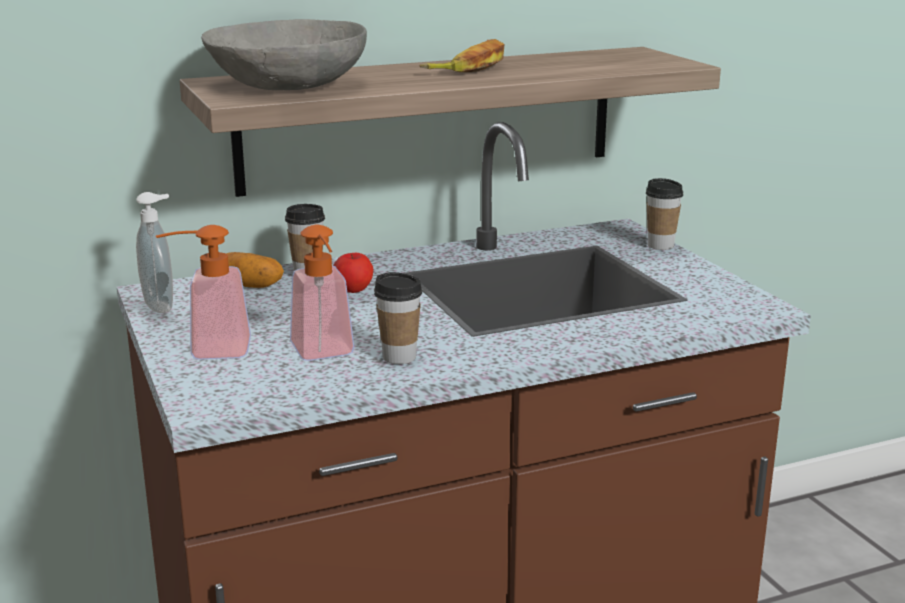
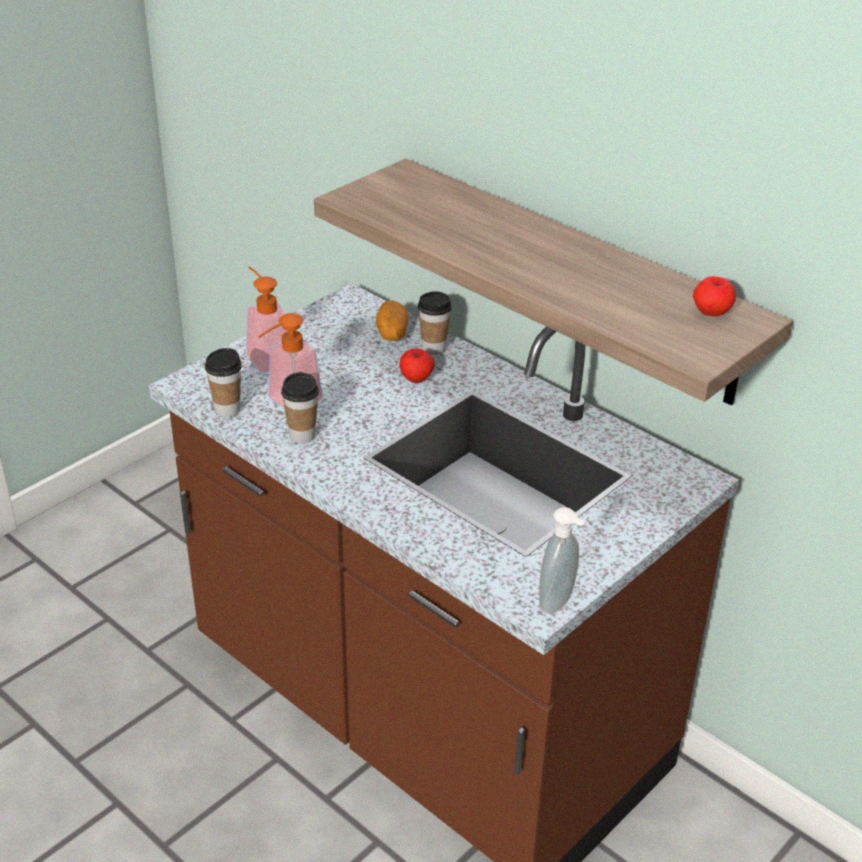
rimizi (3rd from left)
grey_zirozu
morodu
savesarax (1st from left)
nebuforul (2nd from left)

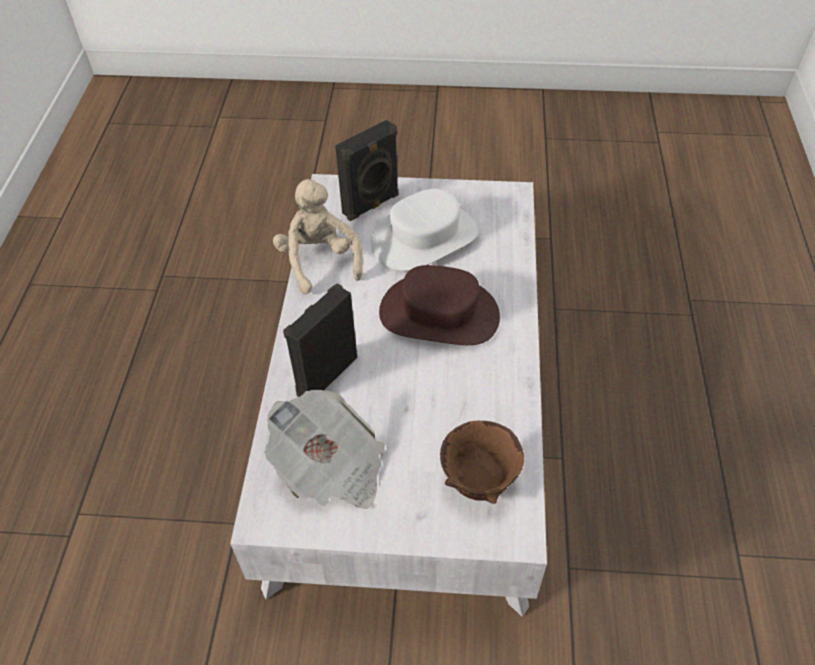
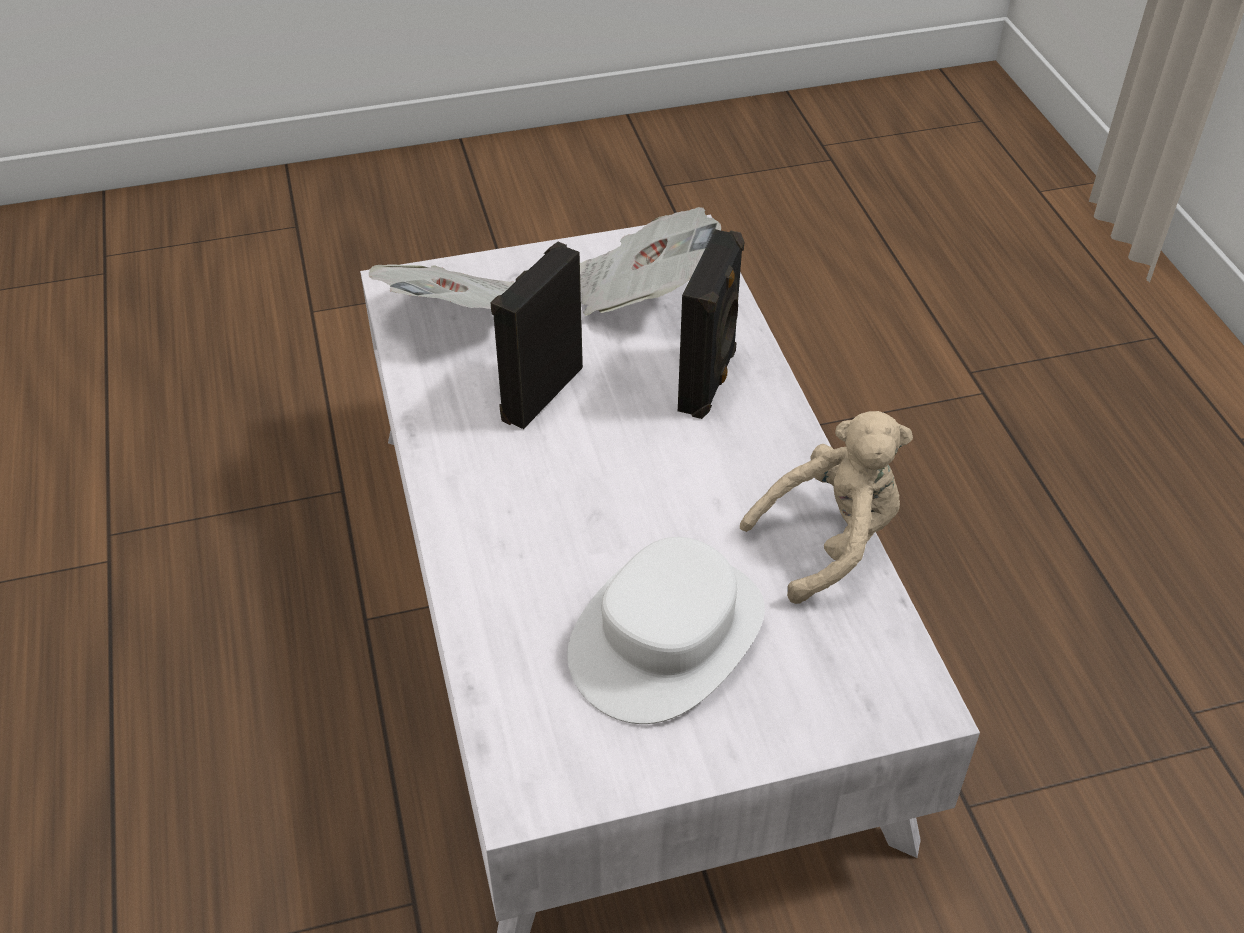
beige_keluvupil
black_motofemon (1st from left)
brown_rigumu
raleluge (1st from left)

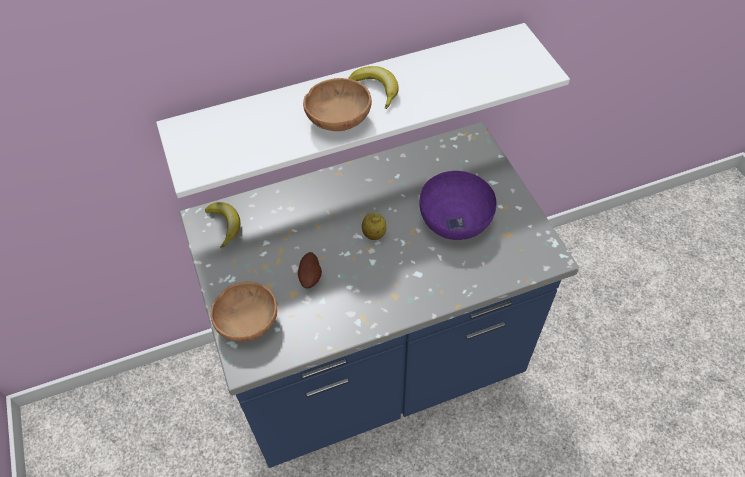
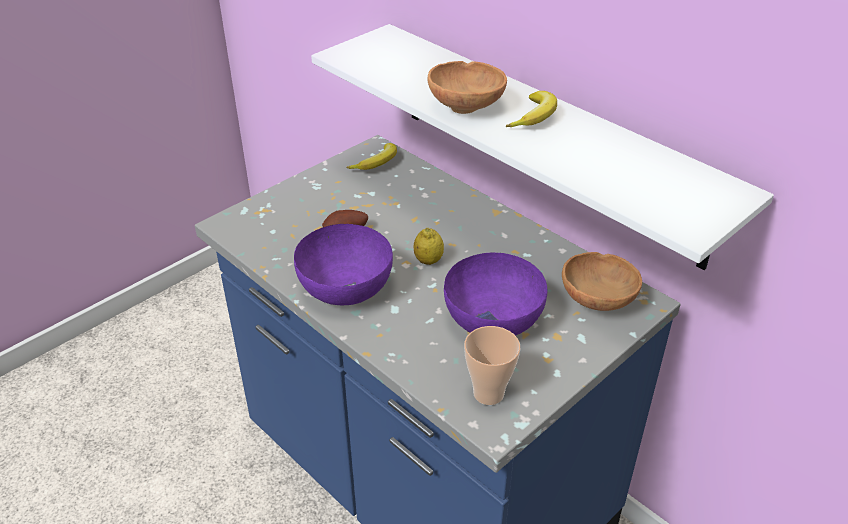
brown_zirozu (2nd from left)
purple_zirozu (1st from left)
savesarax

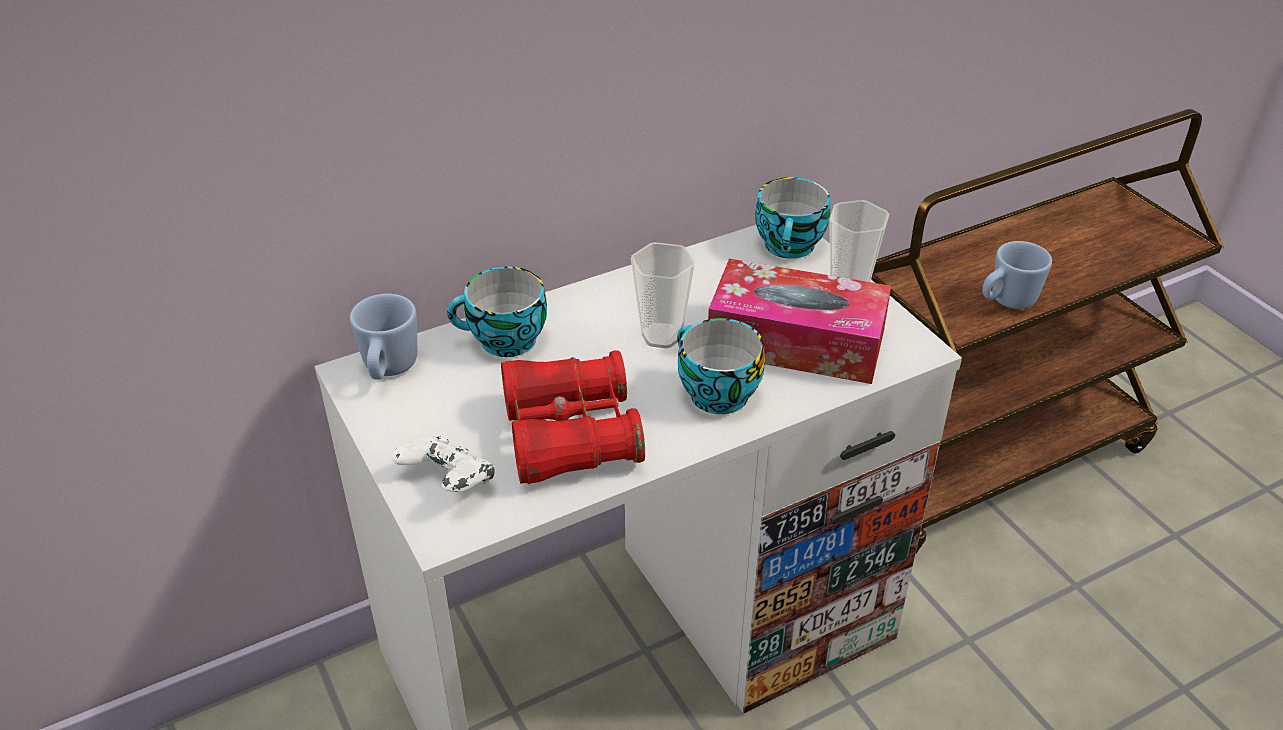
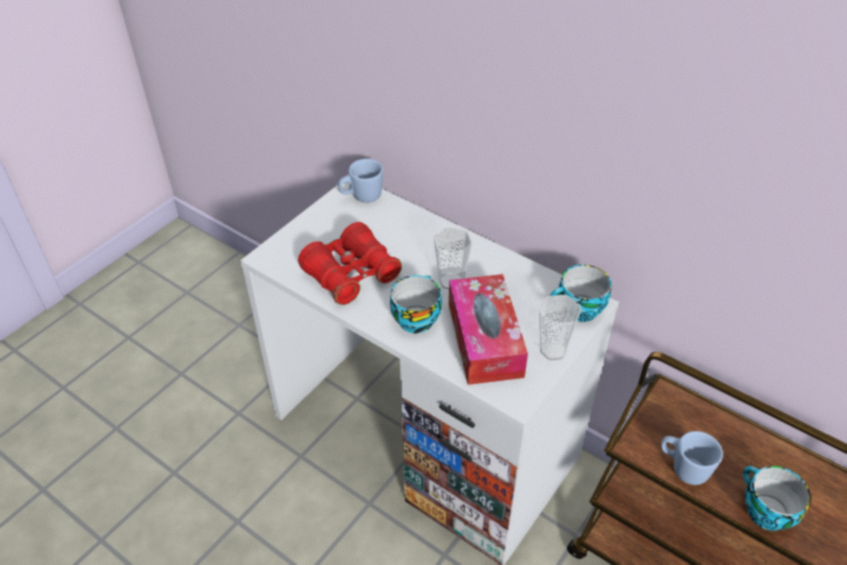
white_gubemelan
savesarax (5th from left)

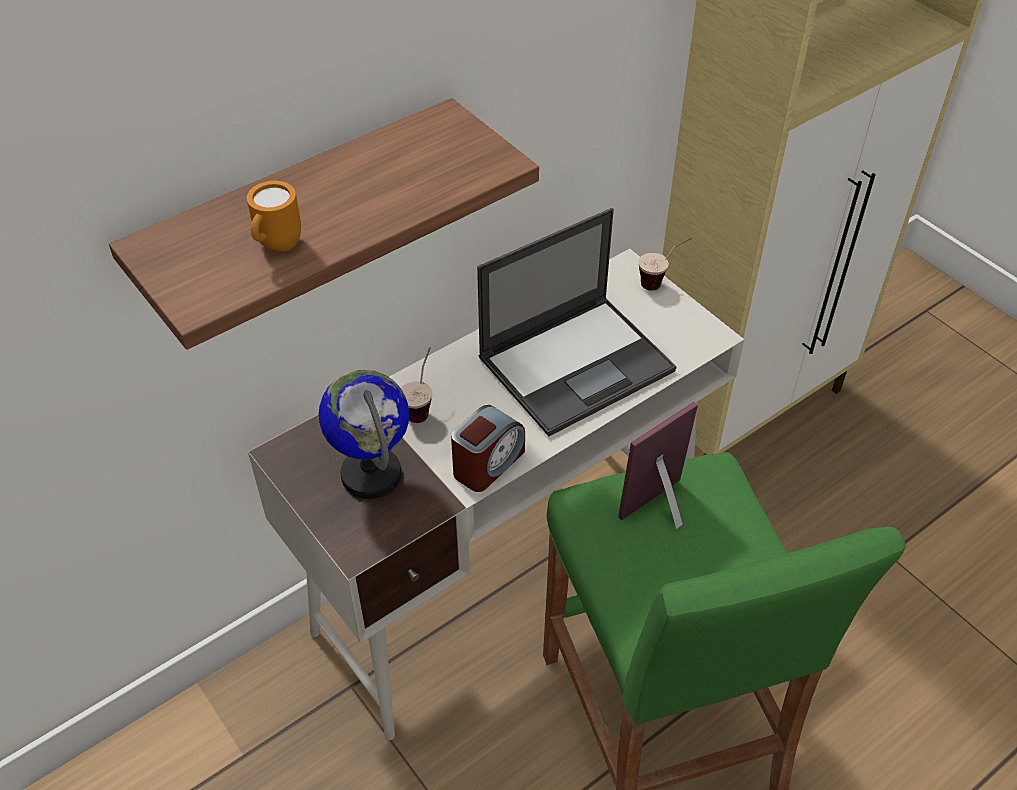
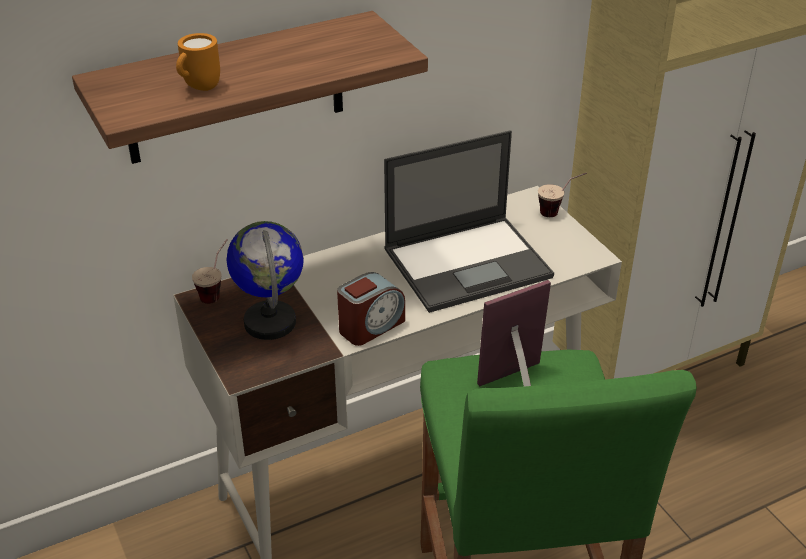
savesarax (1st from left)

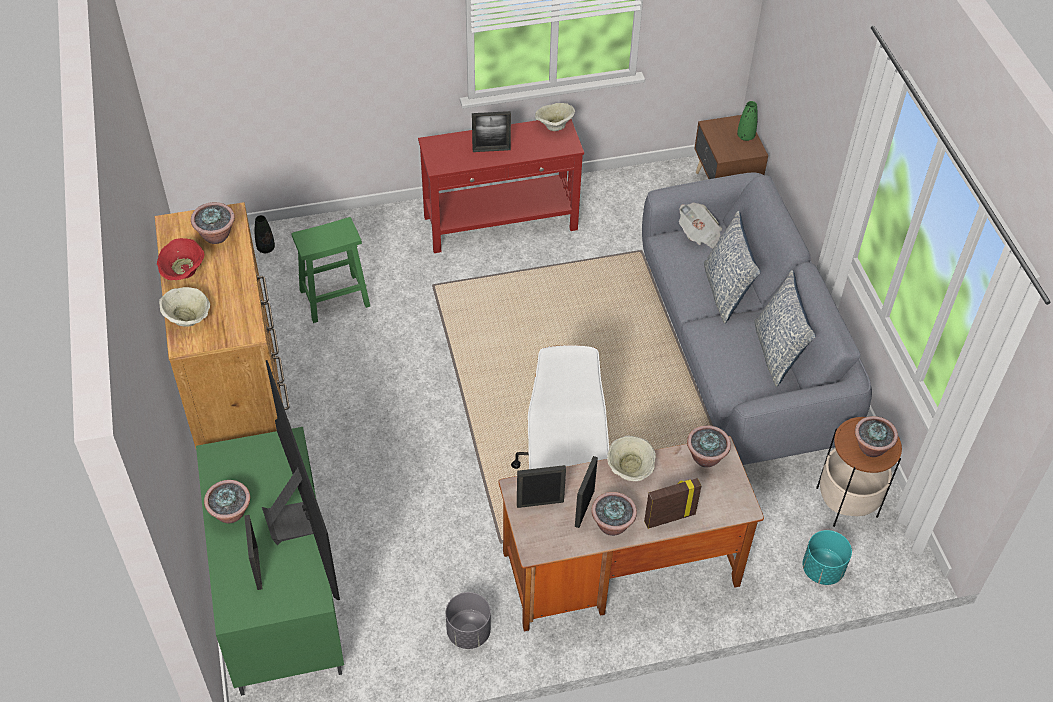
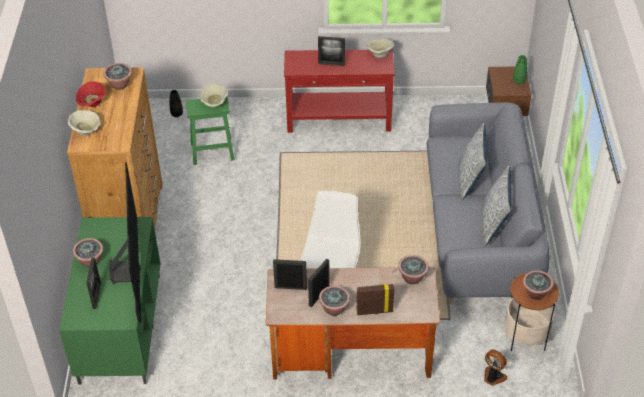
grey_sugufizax
beige_zirozu (2nd from left)
raleluge
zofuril

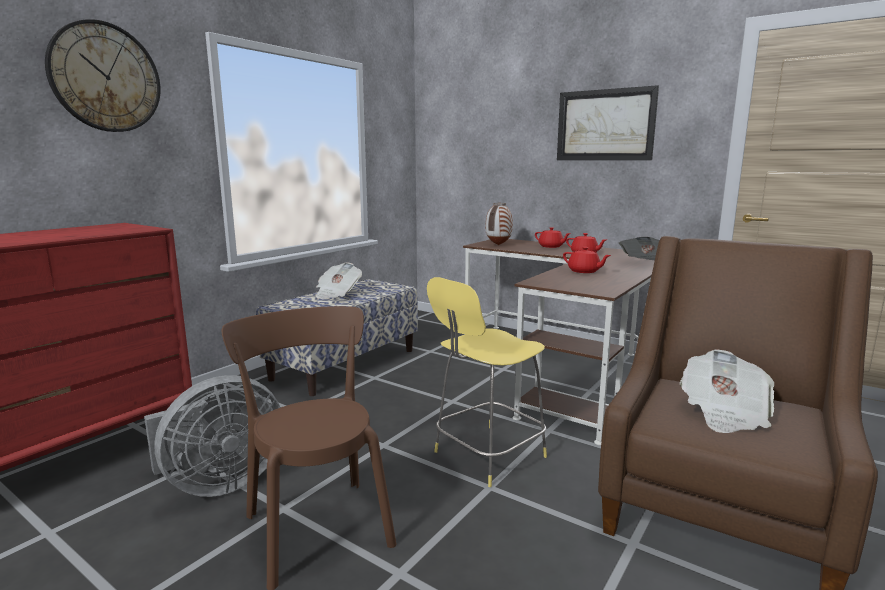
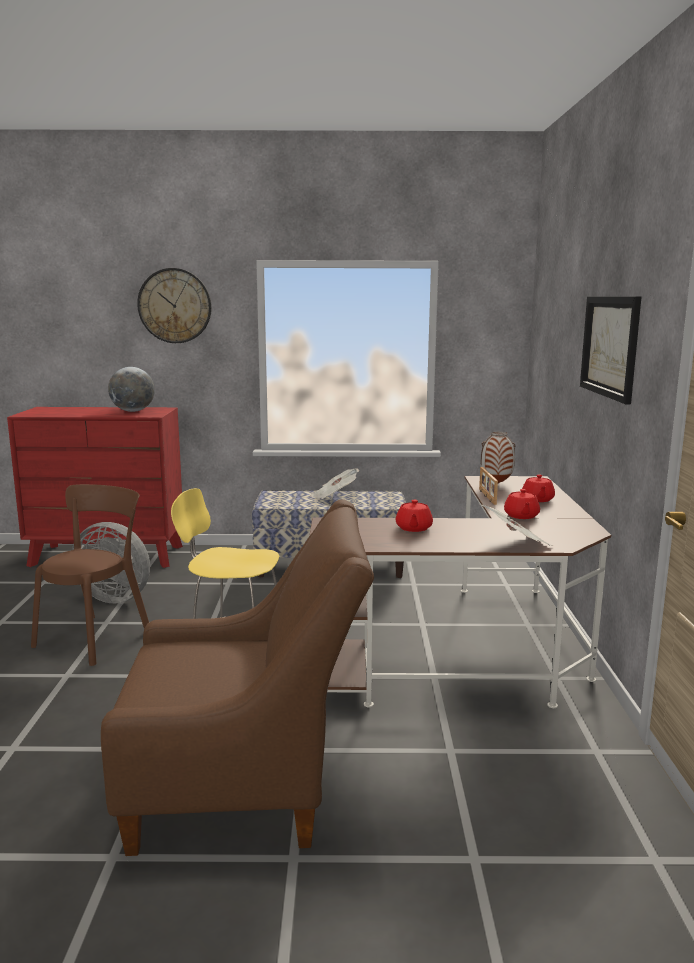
raleluge (3rd from left in the first image)
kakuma
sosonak

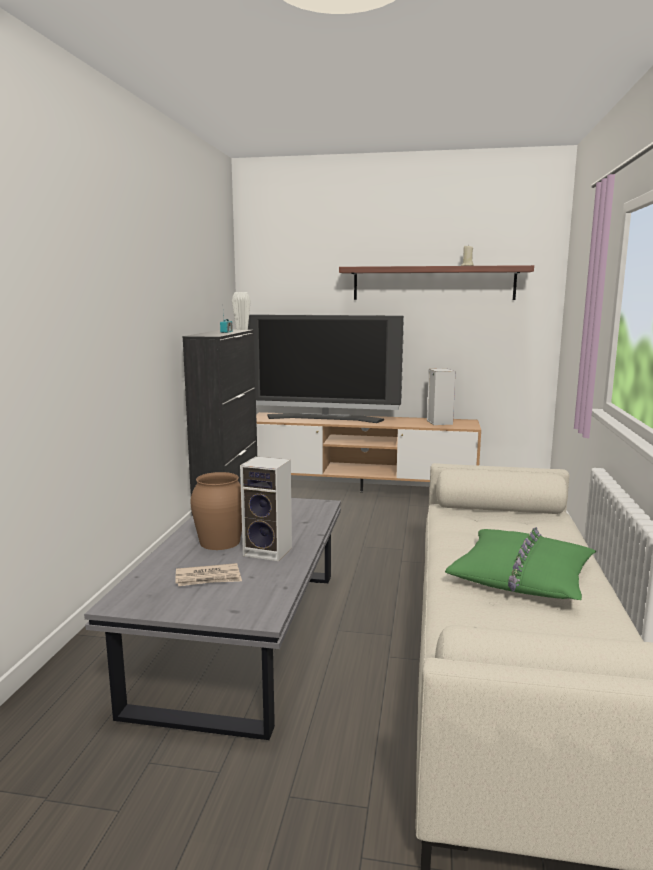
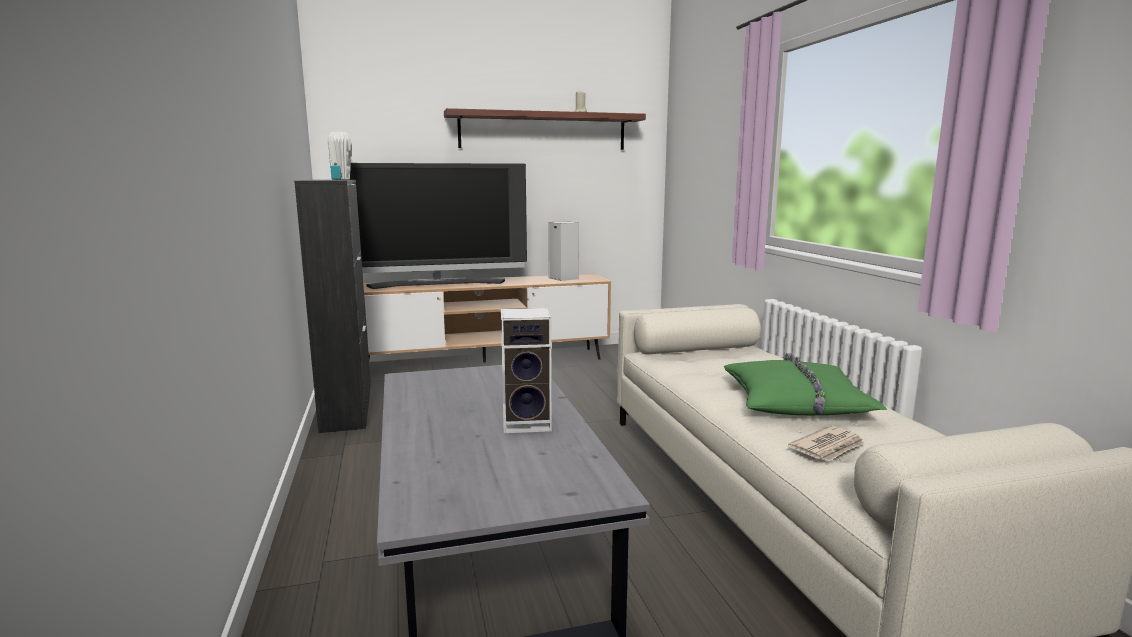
raleluge
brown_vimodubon

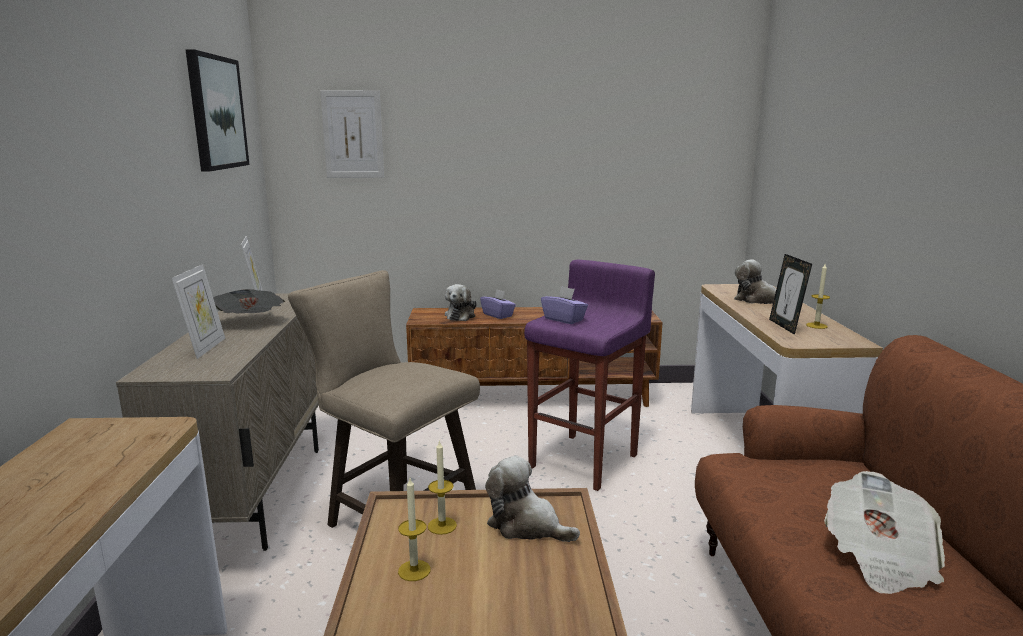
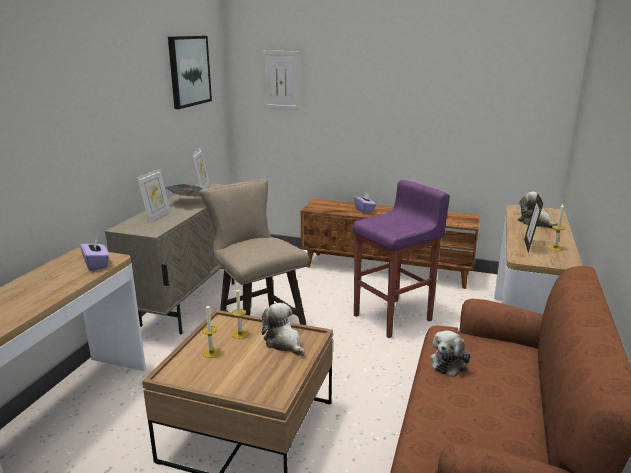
keluvupil (2nd from left)
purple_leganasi (1st from left)
raleluge (2nd from left in the first image)

